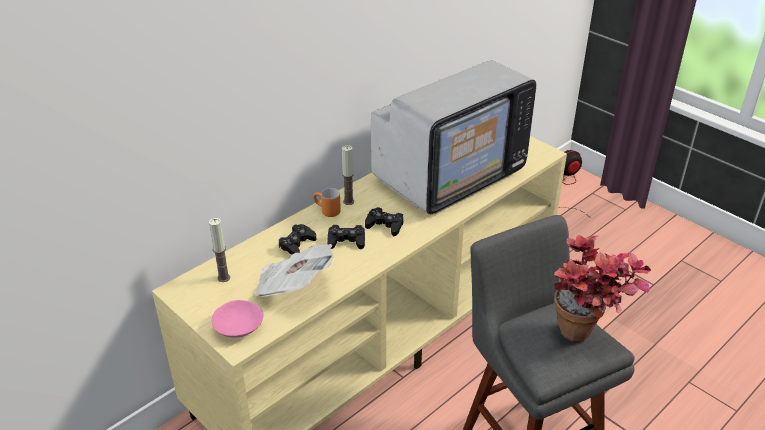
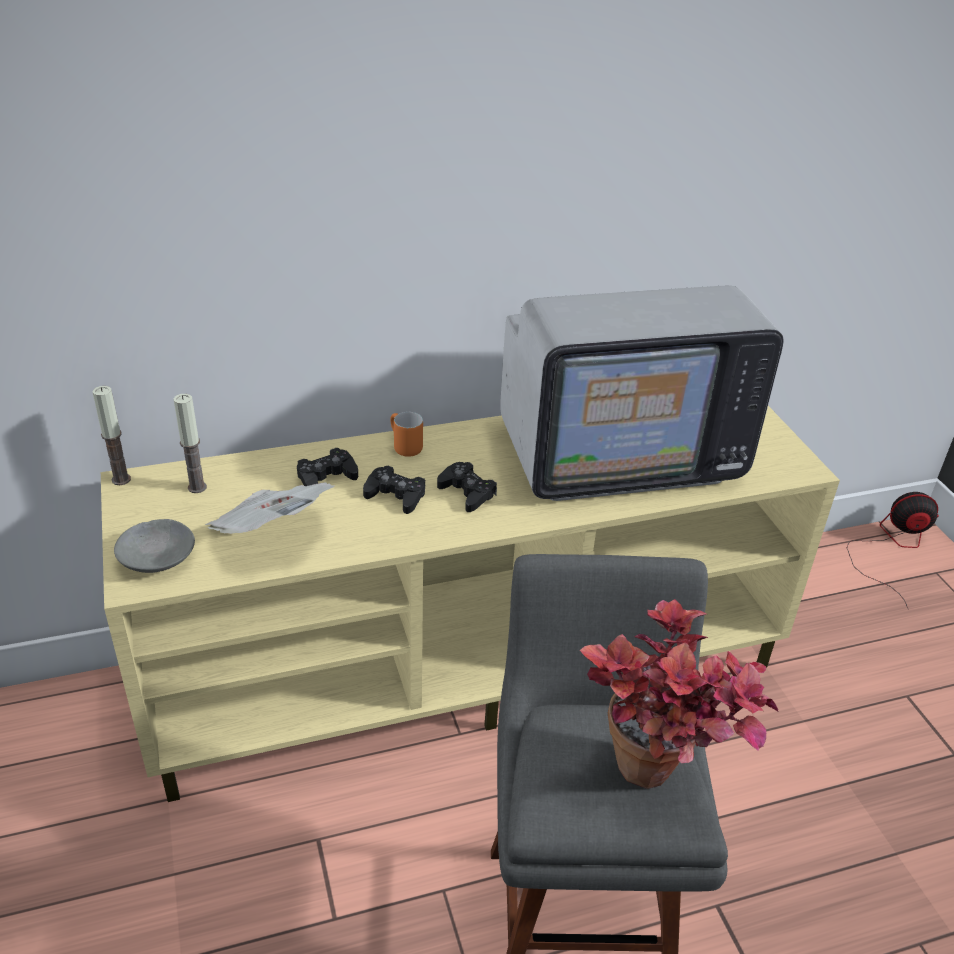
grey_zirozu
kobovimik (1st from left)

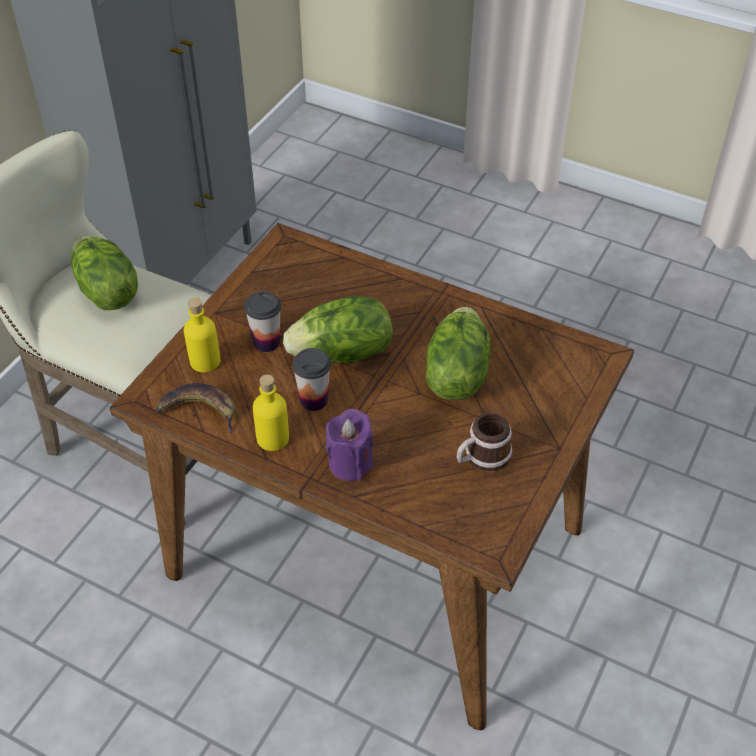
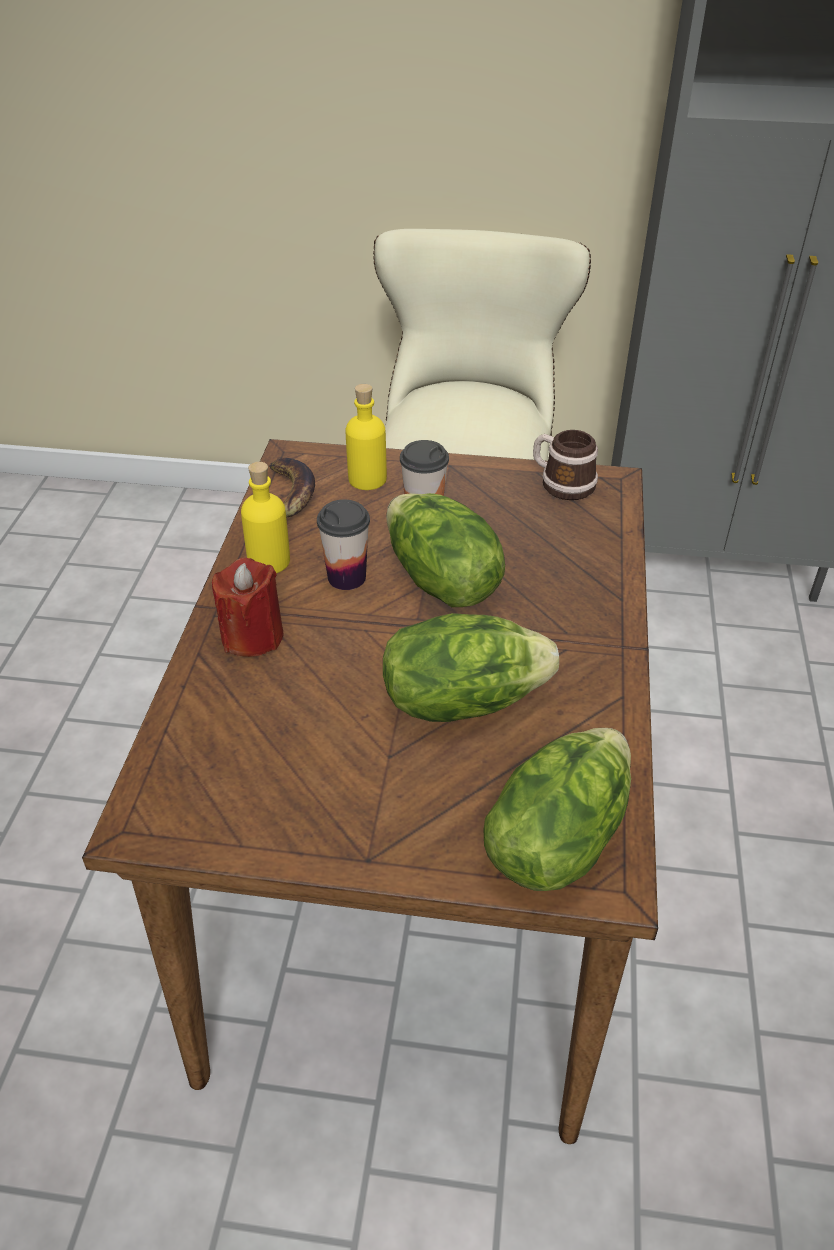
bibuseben (3rd from left)
red_kobovimik
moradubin

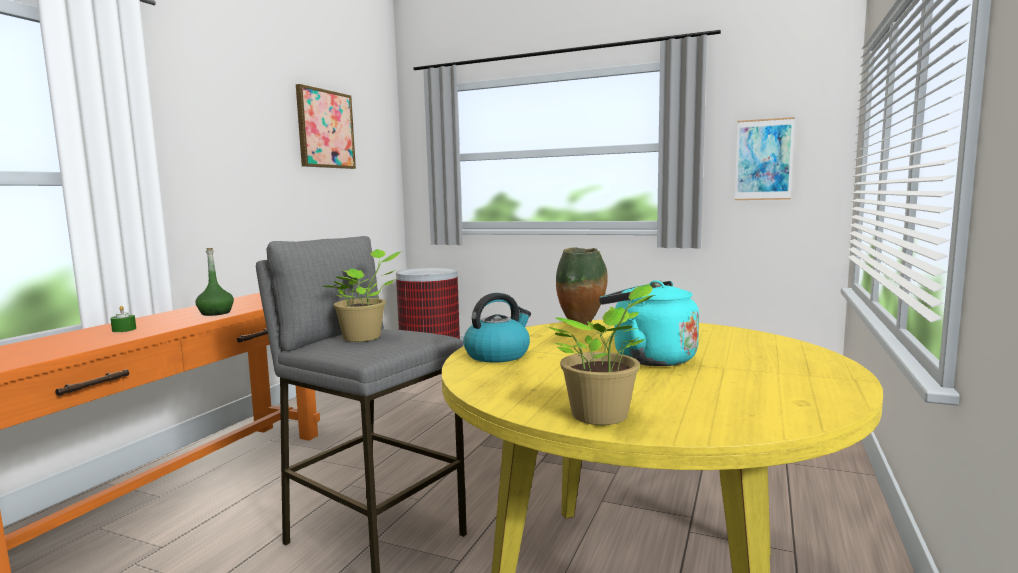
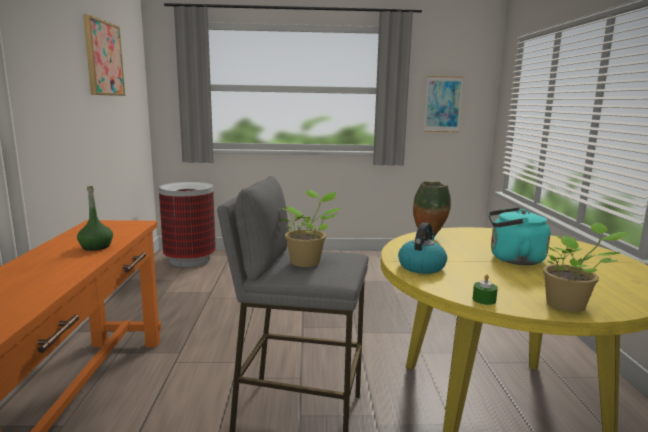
green_kobovimik

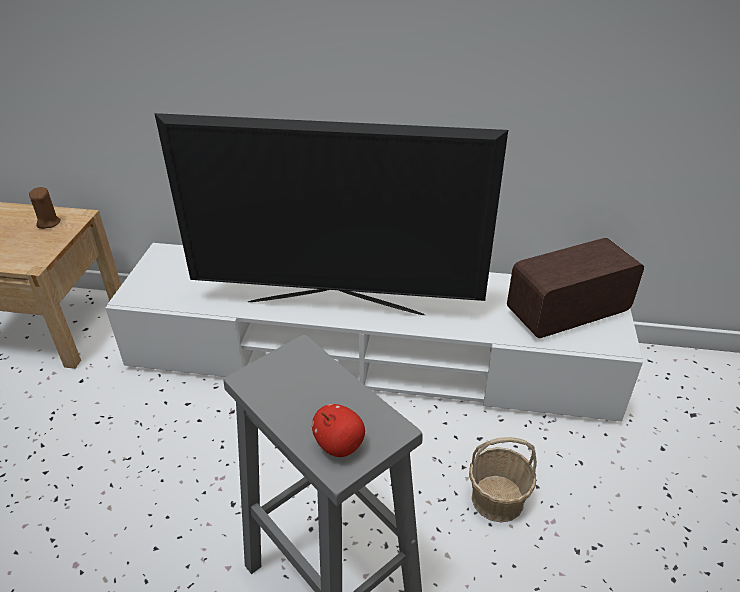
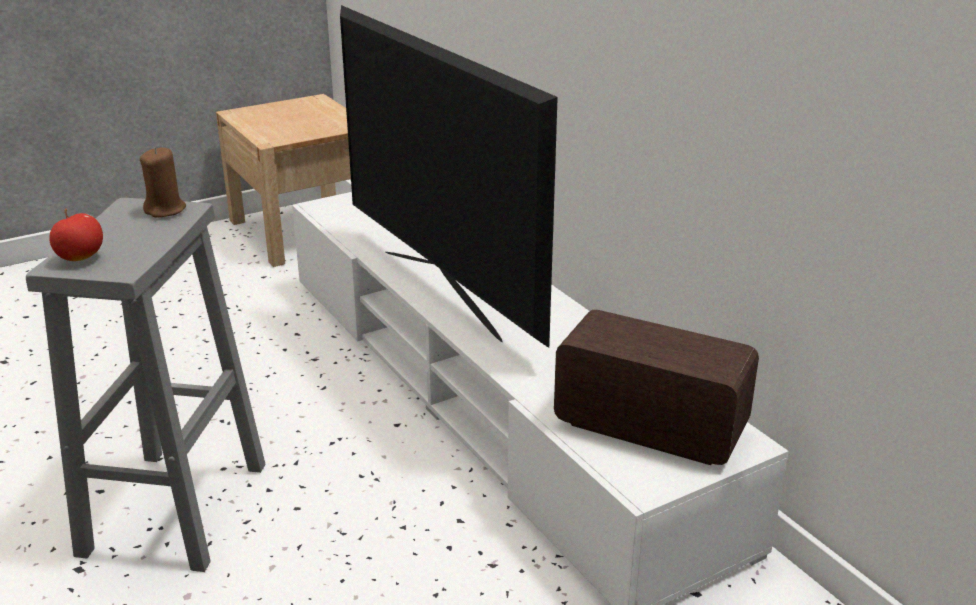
brown_kobovimik
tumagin

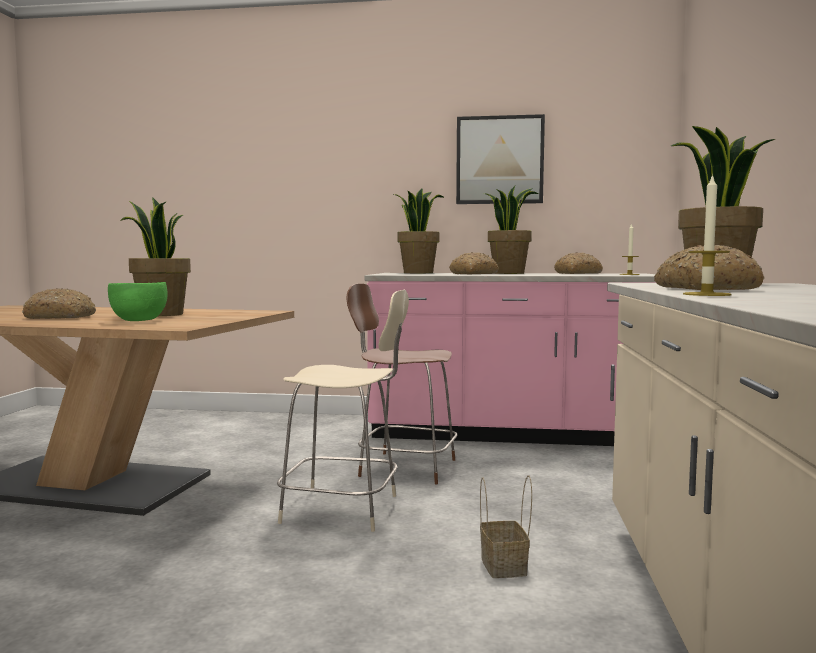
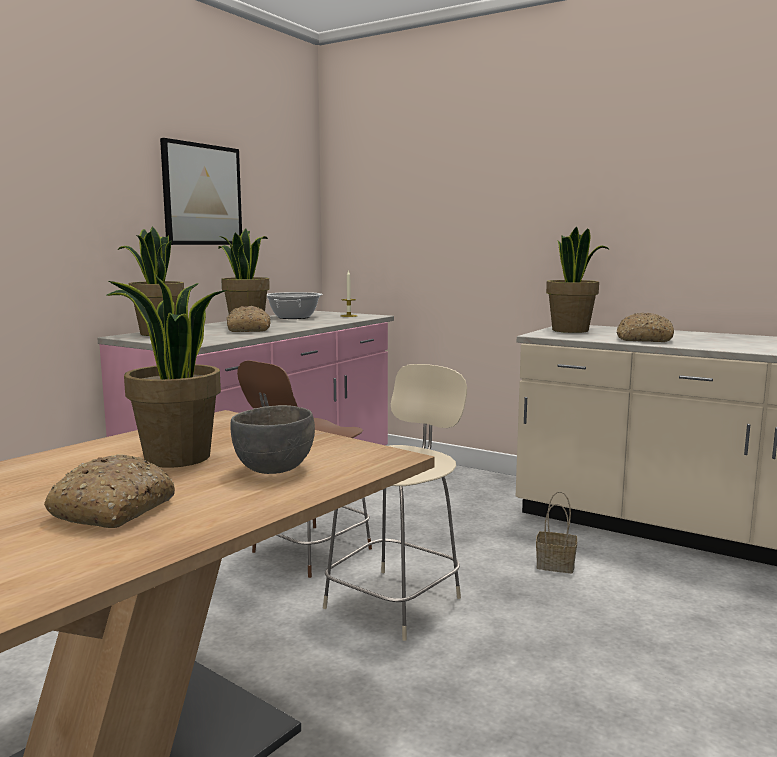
grey_zirozu
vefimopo
kobovimik (2nd from left in the first image)

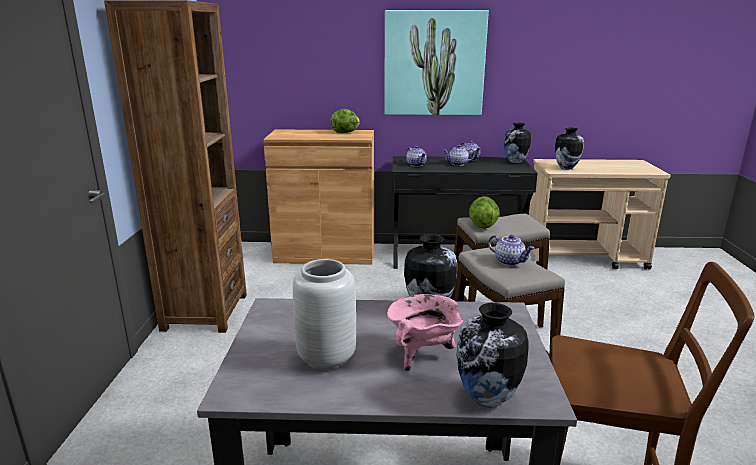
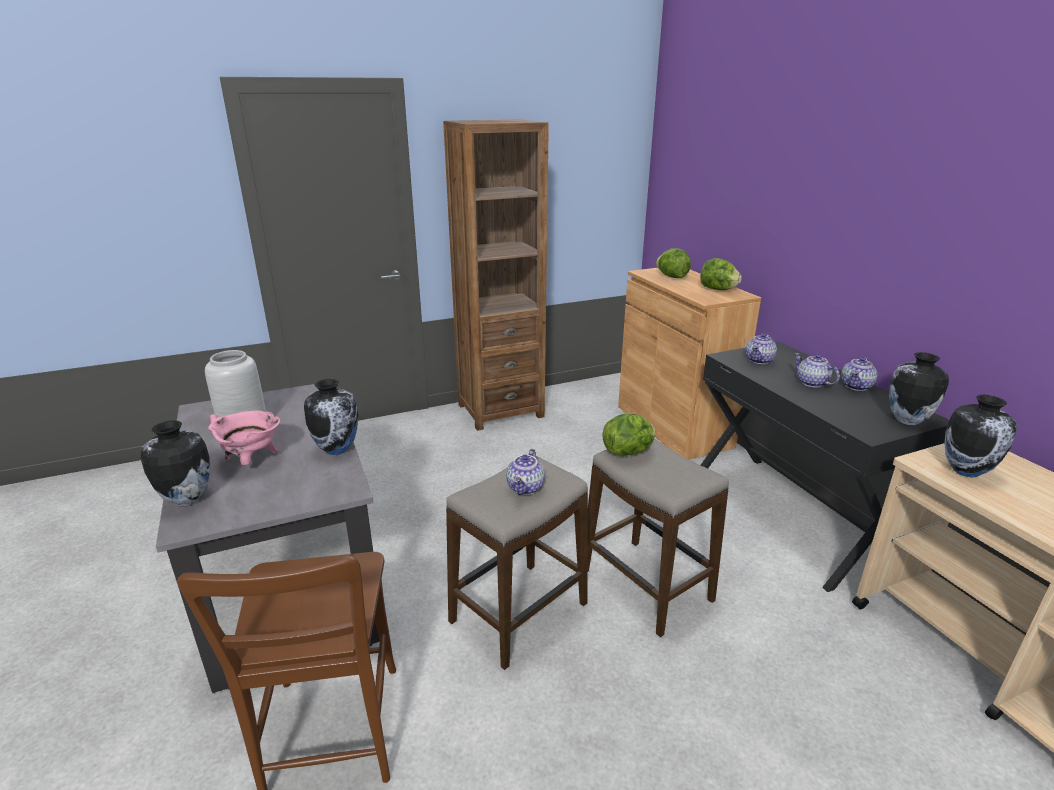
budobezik
bibuseben (2nd from left)

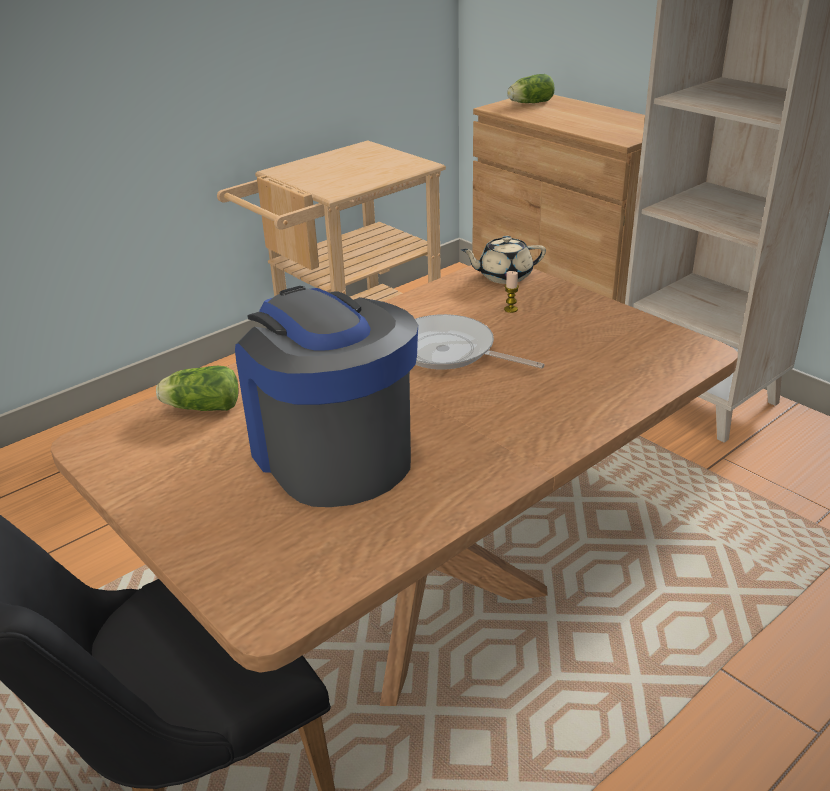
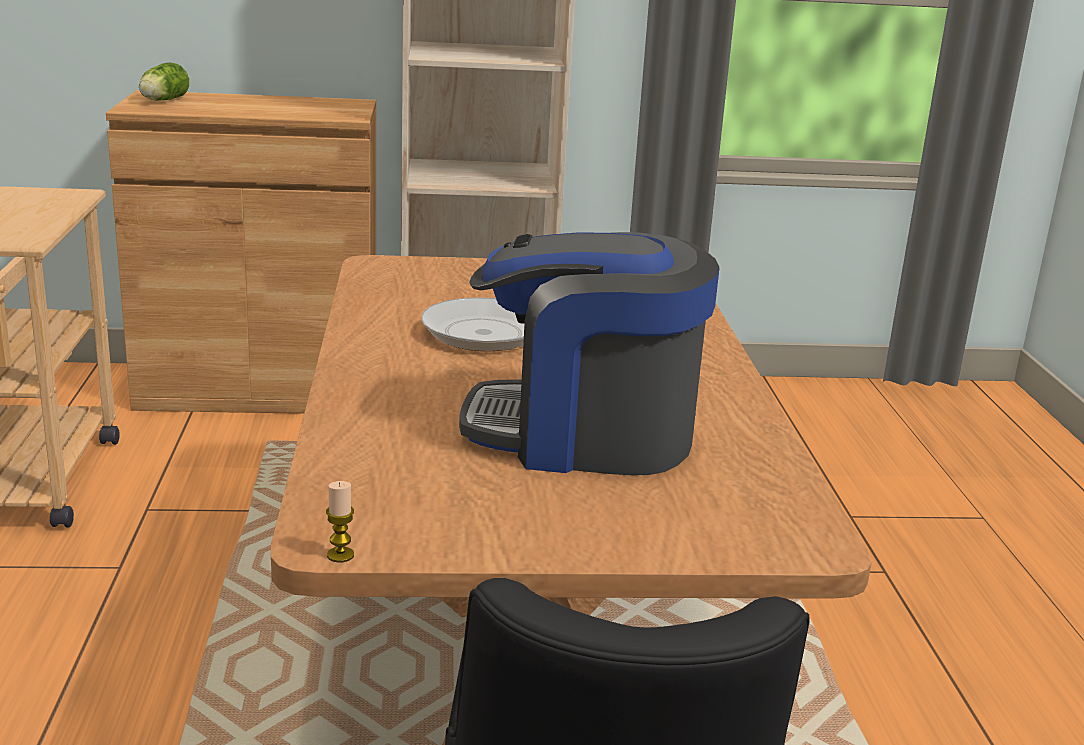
bibuseben (1st from left in the first image)
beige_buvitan
kobovimik

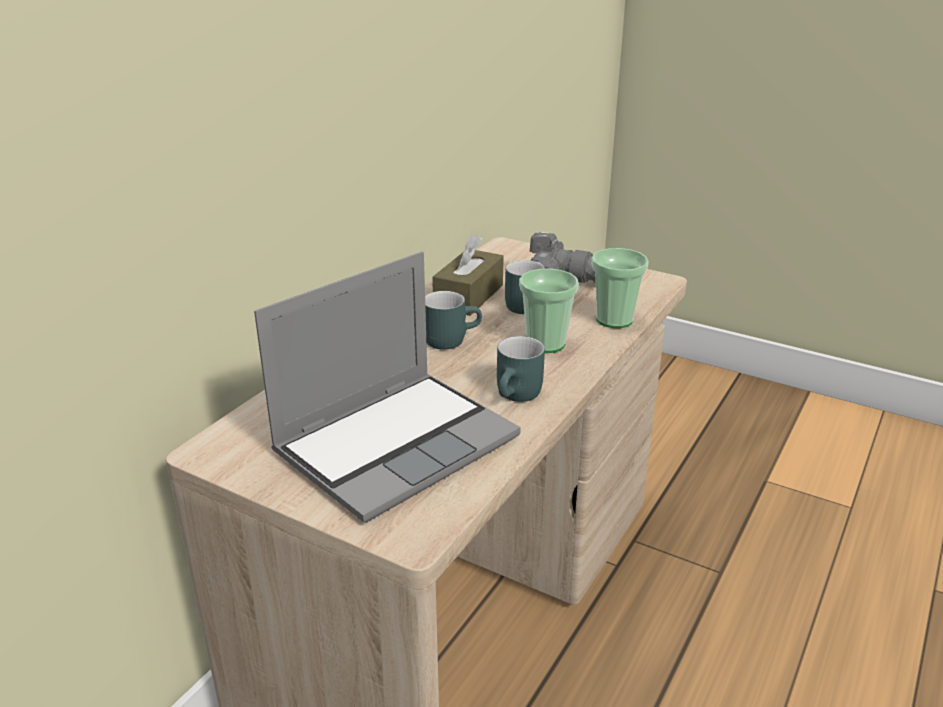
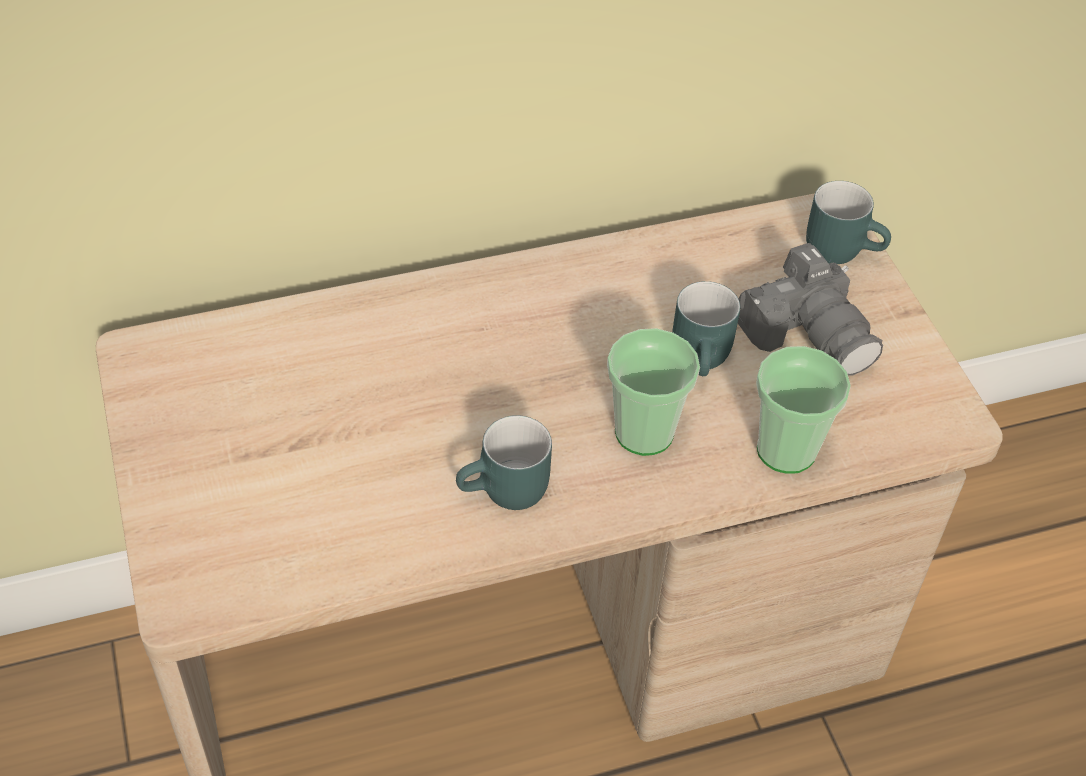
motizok
turquoise_moradubin (3rd from left)
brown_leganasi

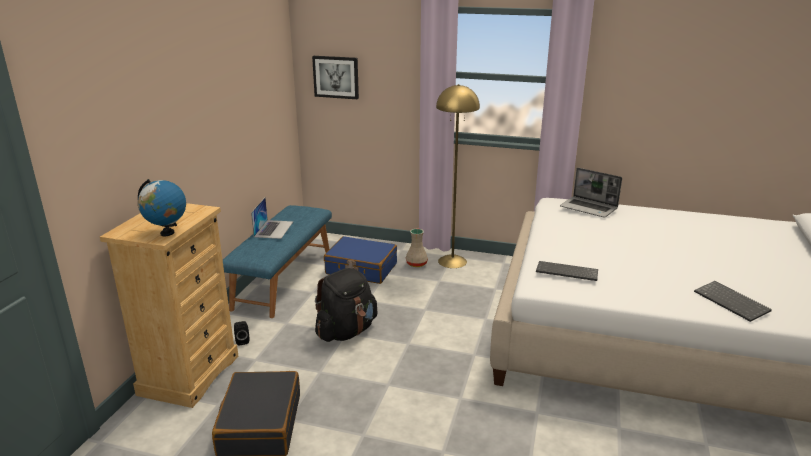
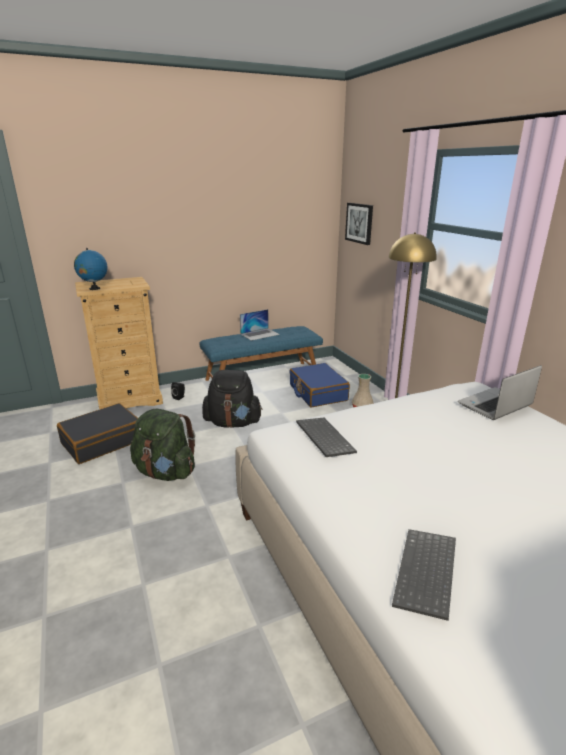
motizok (2nd from left)
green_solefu

